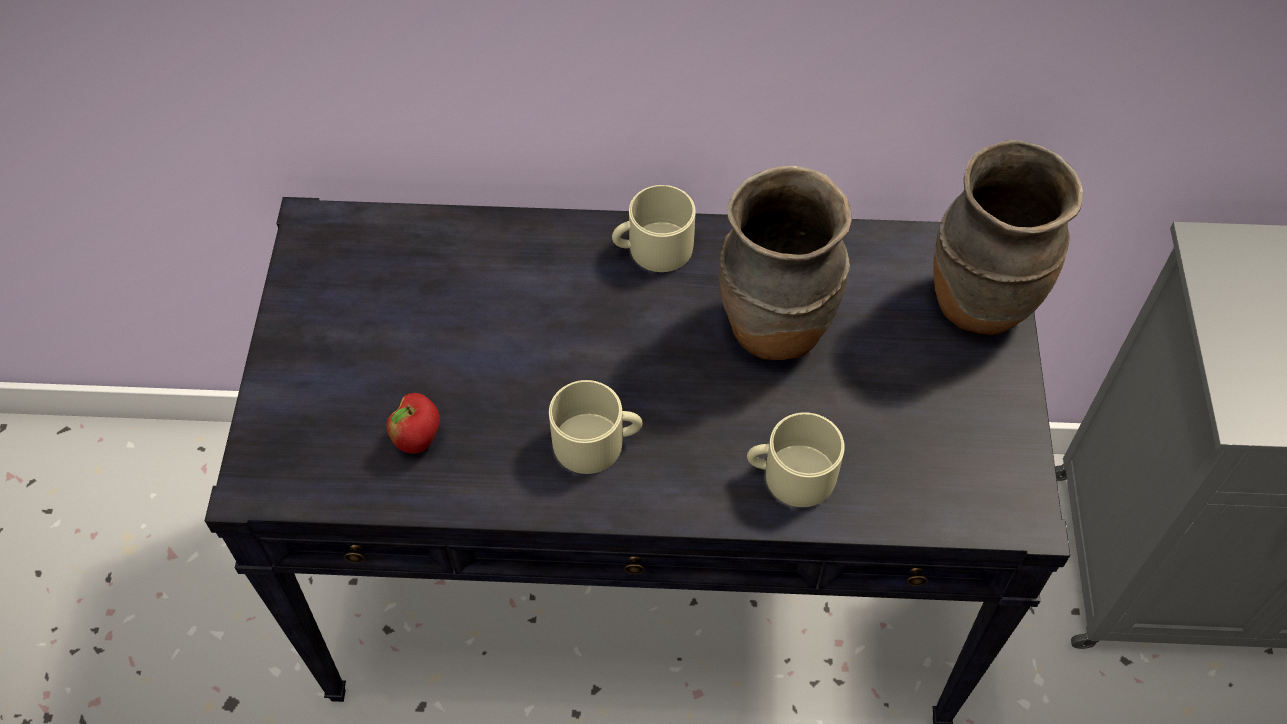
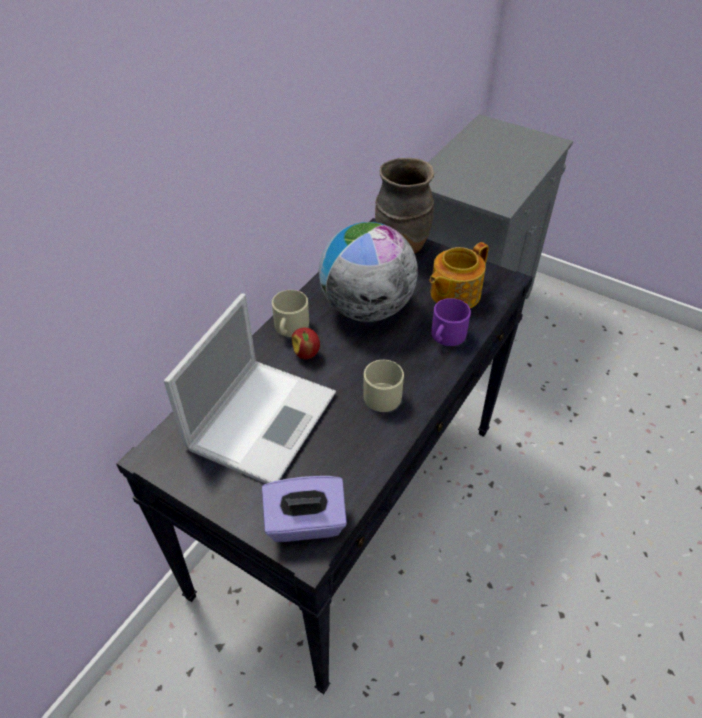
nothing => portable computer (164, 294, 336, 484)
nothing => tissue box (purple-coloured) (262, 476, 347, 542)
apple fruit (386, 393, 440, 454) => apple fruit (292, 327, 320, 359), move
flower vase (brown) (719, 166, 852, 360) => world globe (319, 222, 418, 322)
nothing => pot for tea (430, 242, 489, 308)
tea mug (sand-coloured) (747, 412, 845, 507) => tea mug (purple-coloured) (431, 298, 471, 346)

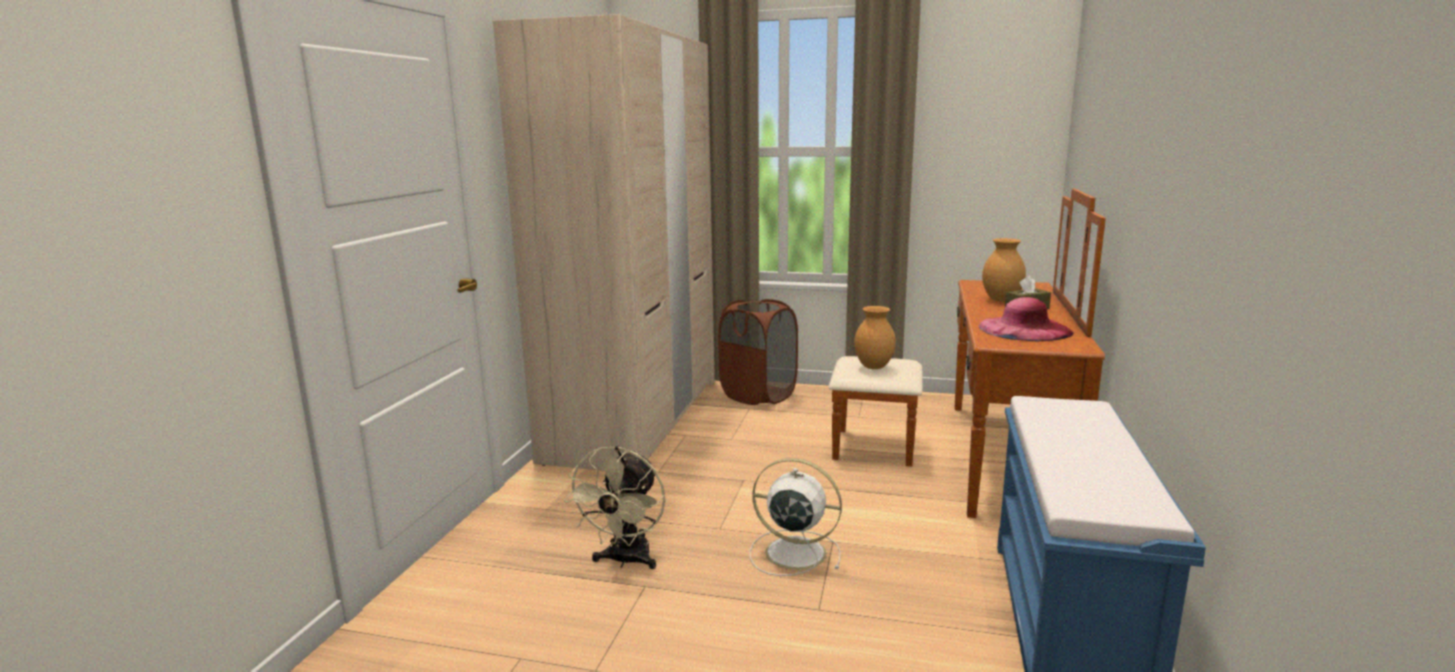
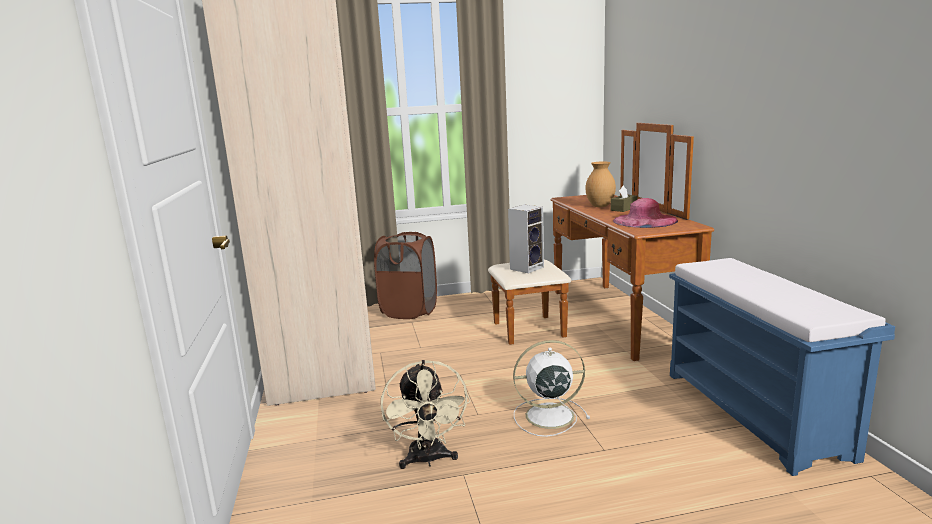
flower vase (brown) (854, 306, 896, 369) => speaker (508, 205, 544, 273)

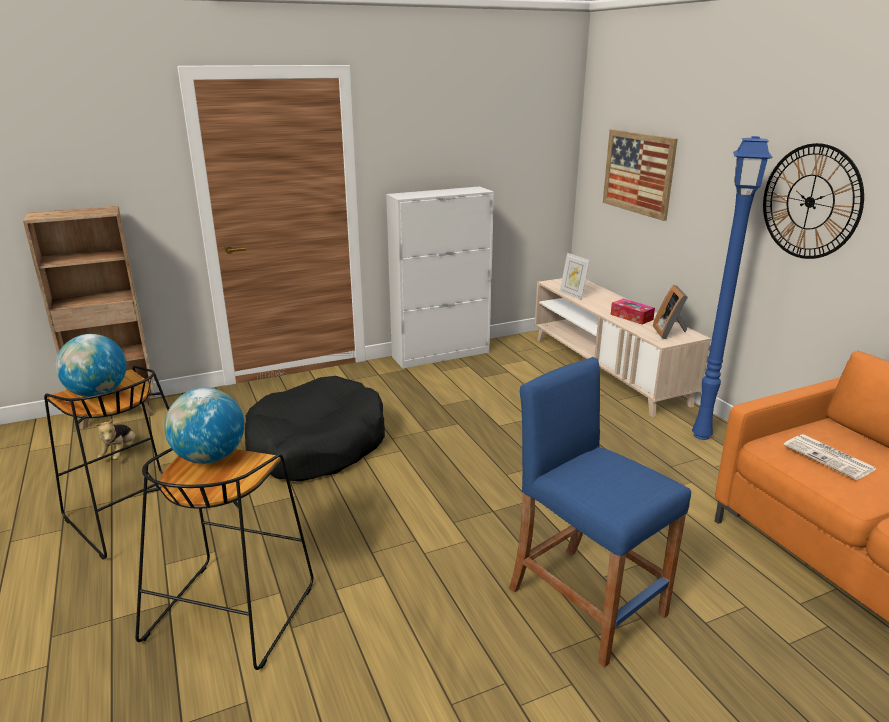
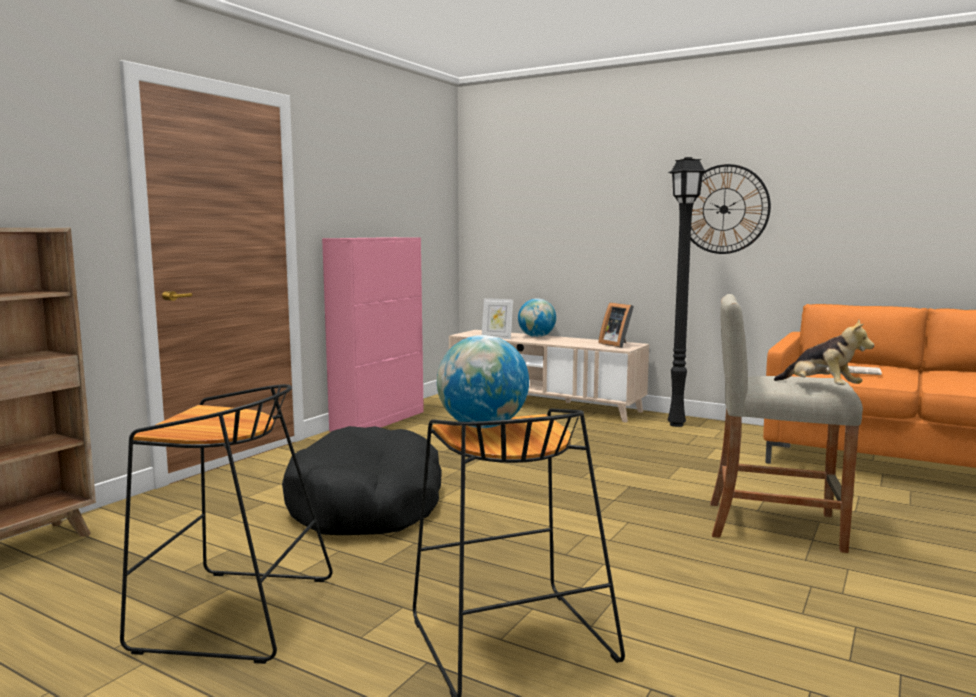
cabinet (whitish) (386, 186, 494, 369) => cabinet (pink-coloured) (322, 237, 424, 432)
world globe (56, 334, 127, 397) => world globe (518, 298, 556, 337), move
standard lamp (blue) (692, 136, 773, 440) => standard lamp (blackish) (668, 157, 707, 427)
stool (blue) (509, 357, 691, 667) => stool (sand-coloured) (710, 294, 863, 553)
cuddly toy (96, 418, 136, 460) => cuddly toy (774, 319, 874, 385), move
wall picture (603, 129, 678, 221) => nothing
tissue box (611, 299, 655, 324) => nothing

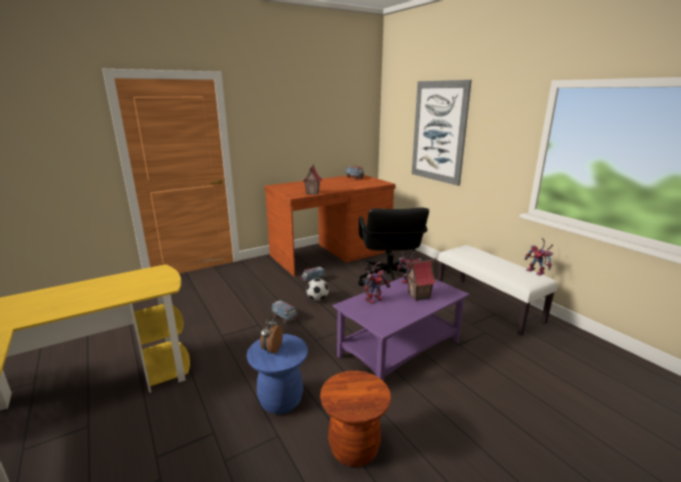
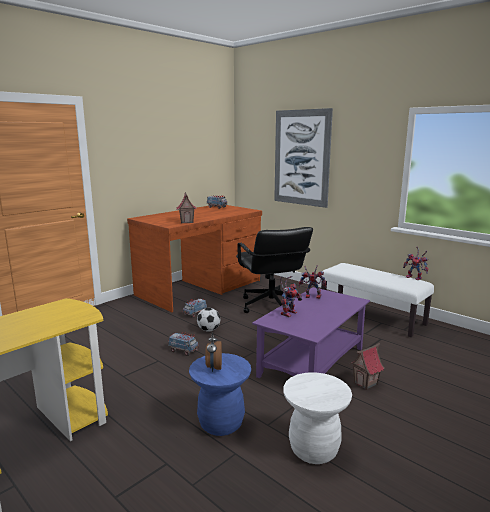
stool (brown) (320, 371, 391, 467) => stool (whitish) (283, 372, 352, 464)
miniature house (405, 258, 436, 301) => miniature house (350, 343, 384, 390), move

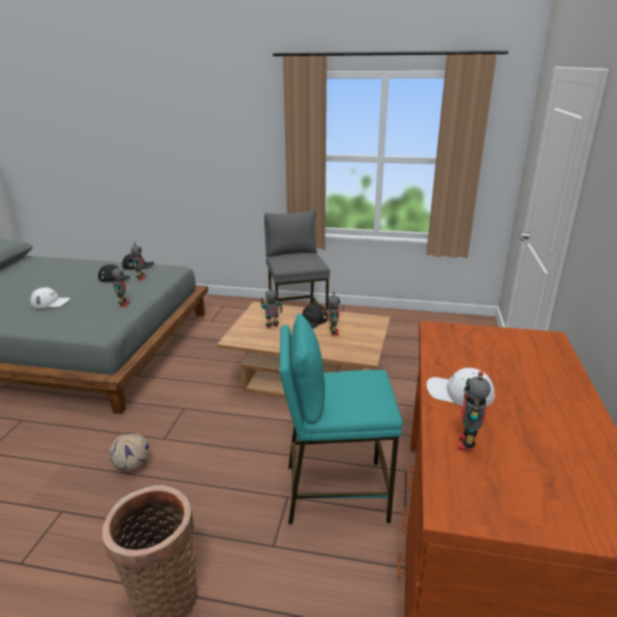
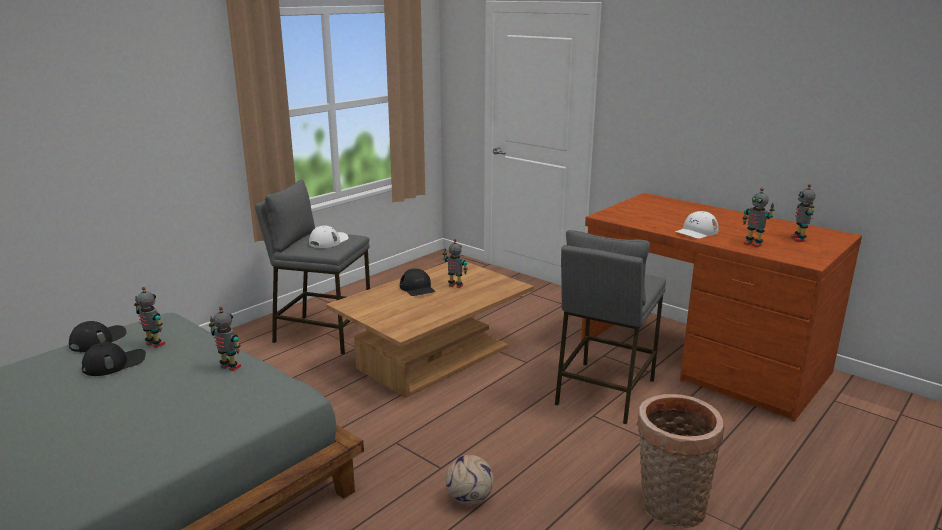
peaked cap (whitish) (30, 288, 70, 308) => peaked cap (whitish) (309, 225, 349, 248), move
stool (turquoise-coloured) (279, 314, 403, 525) => stool (greyish) (555, 230, 666, 424)
toy robot (260, 286, 283, 329) => toy robot (791, 184, 816, 242), move

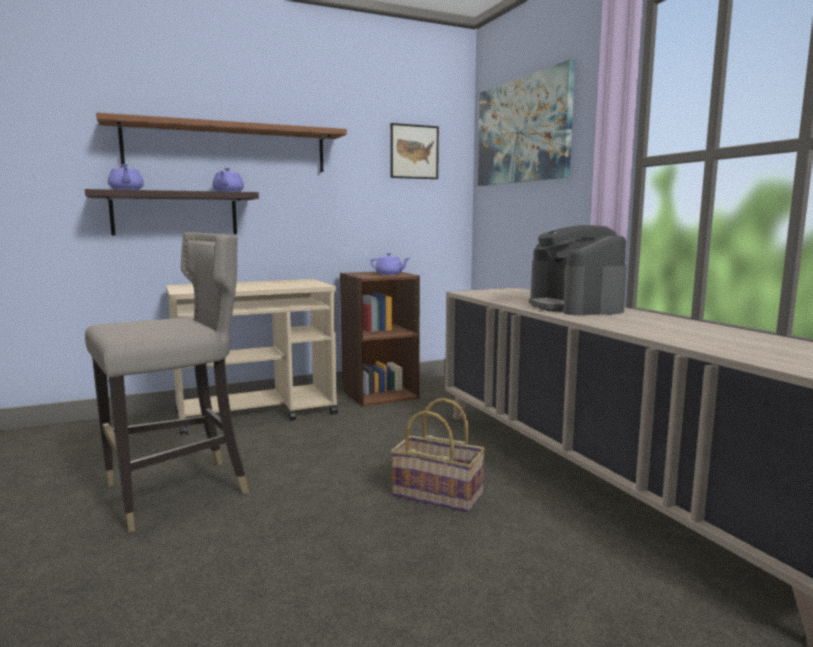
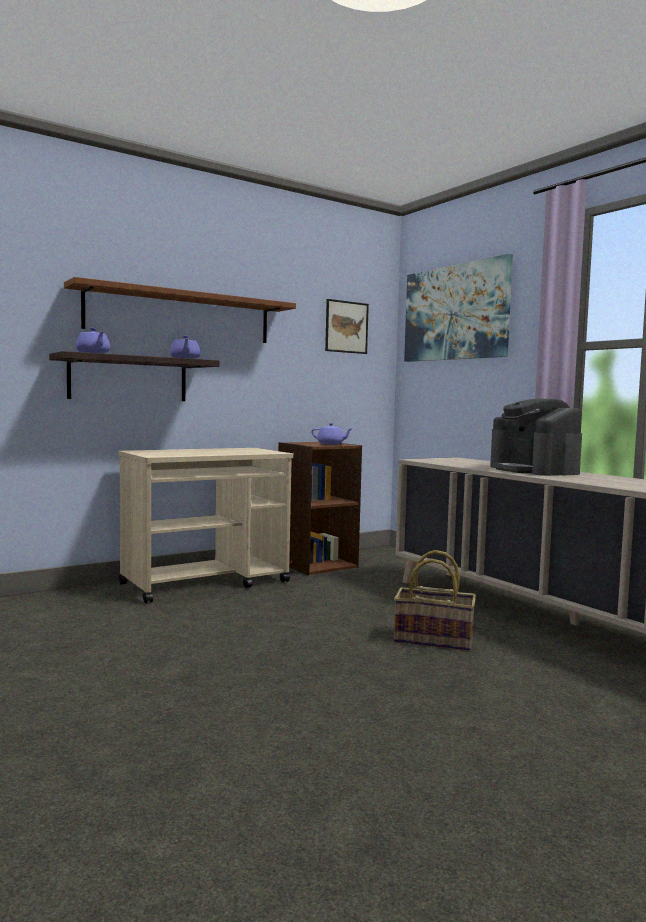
stool (greyish) (85, 232, 249, 533) => nothing

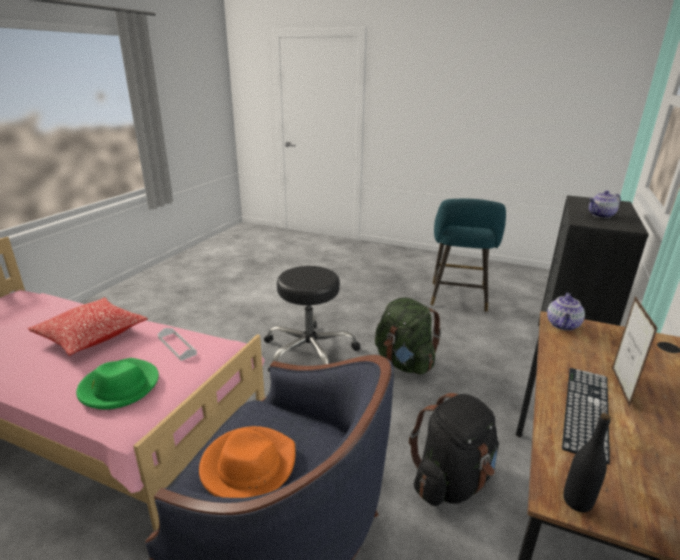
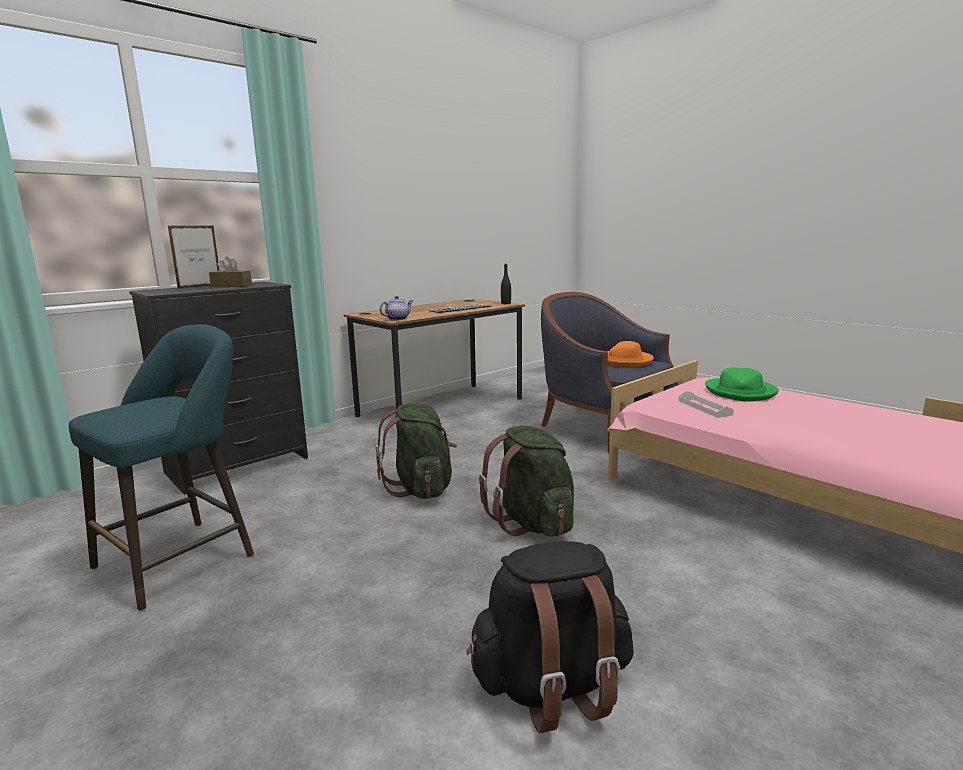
standing frame (612, 296, 658, 407) => standing frame (168, 225, 220, 289), move
pot for tea (589, 191, 621, 218) => tissue box (brown) (209, 257, 252, 287)
knapsack (blackish) (409, 393, 499, 506) => knapsack (blackish) (466, 541, 634, 733), move
stool (blackish) (264, 266, 361, 372) => knapsack (greenish) (479, 426, 574, 537)
pillow (28, 298, 148, 356) => nothing

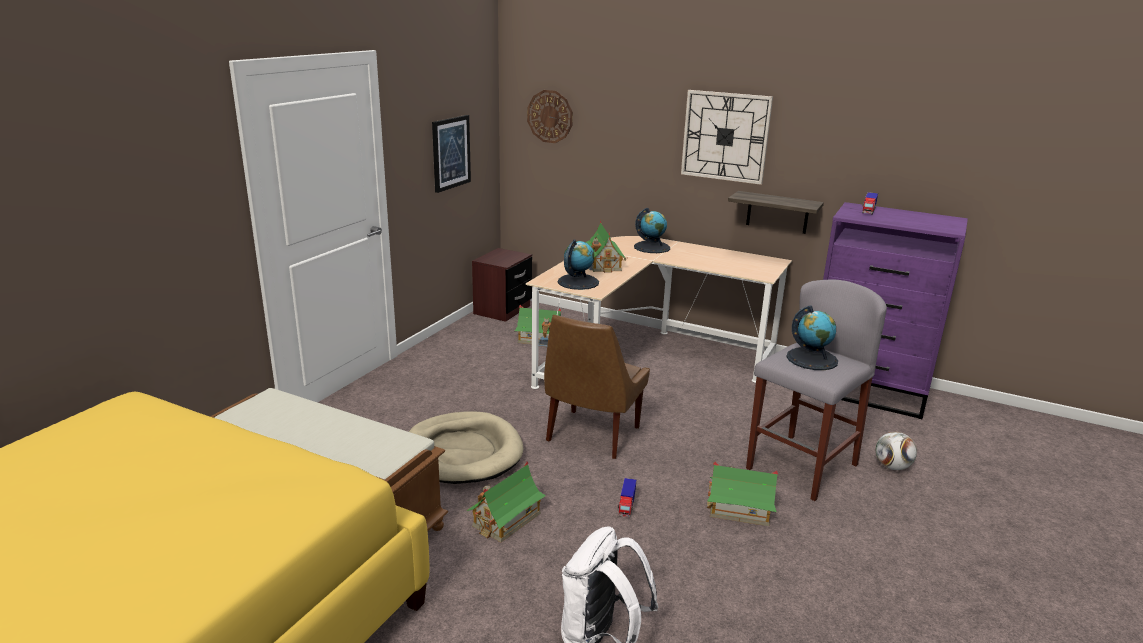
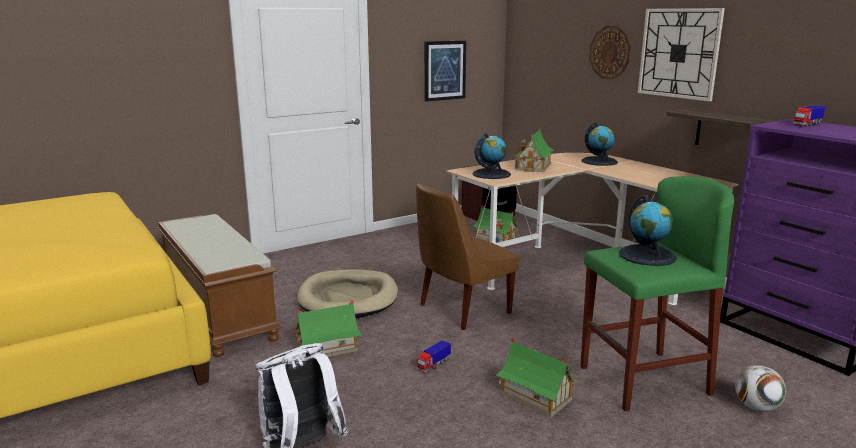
stool (greyish) (746, 280, 887, 501) => stool (greenish) (580, 176, 734, 412)
wall clock (527, 90, 573, 143) => wall clock (589, 26, 631, 79), move

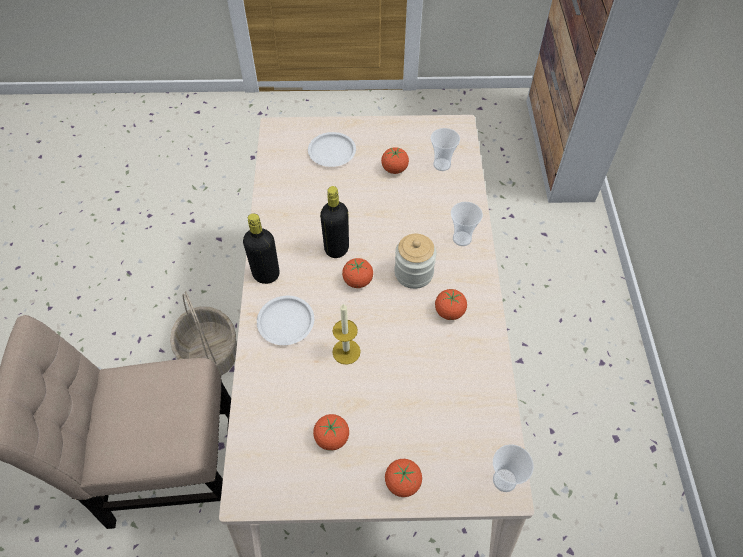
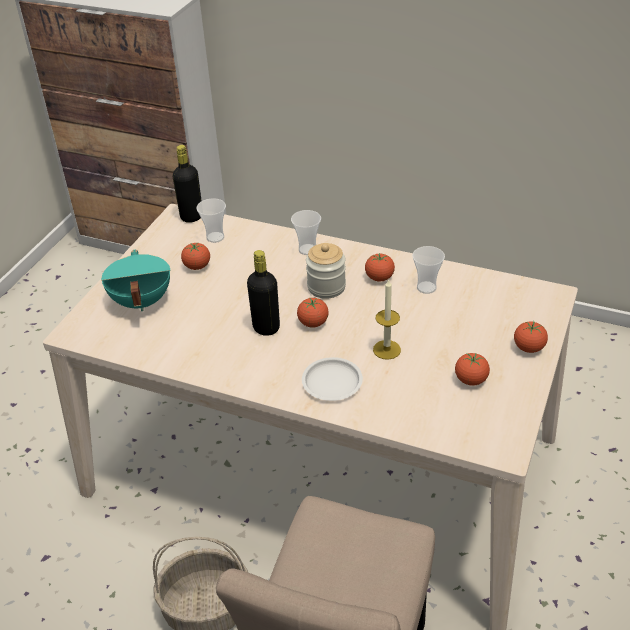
dinner plate (whitish) (308, 132, 356, 167) => stockpot (turquoise-coloured) (101, 250, 171, 311)
beverage bottle (blackish) (243, 213, 280, 284) => beverage bottle (blackish) (173, 145, 201, 223), move
cup (493, 444, 534, 492) => cup (412, 246, 445, 294), move

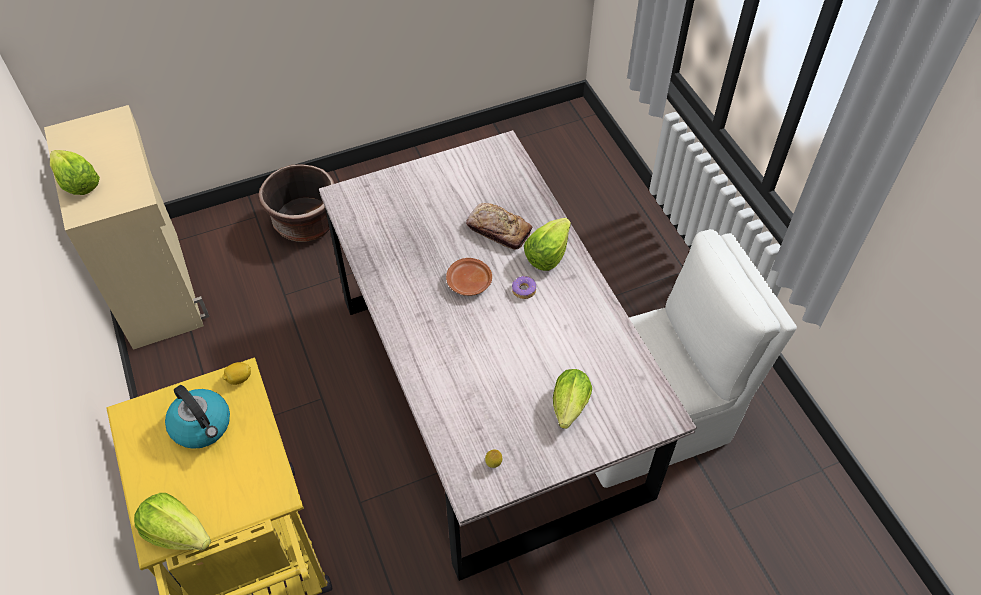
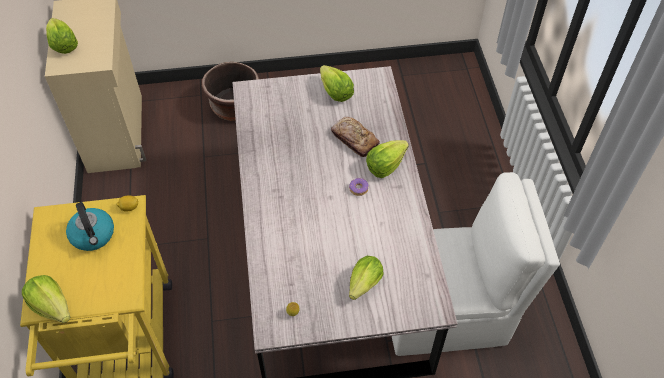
nothing => head of lettuce (320, 65, 354, 102)
dinner plate (brown) (446, 258, 492, 296) => nothing

